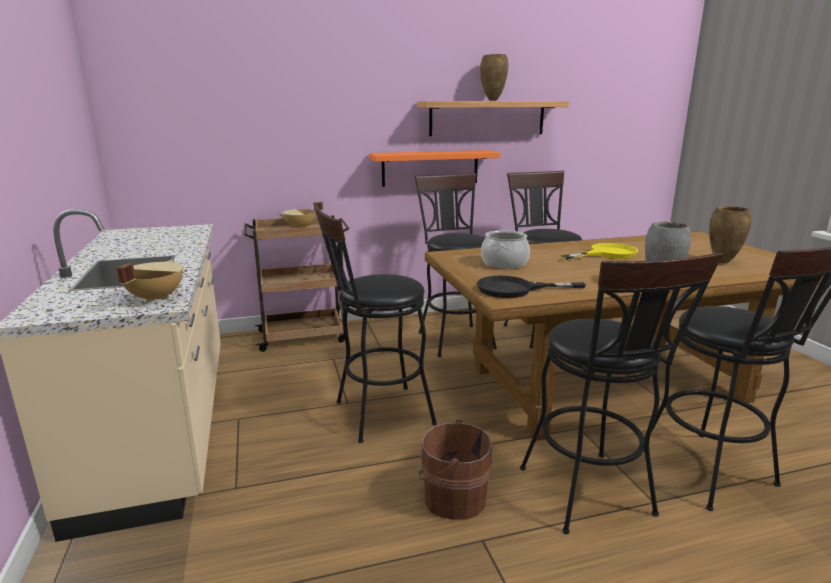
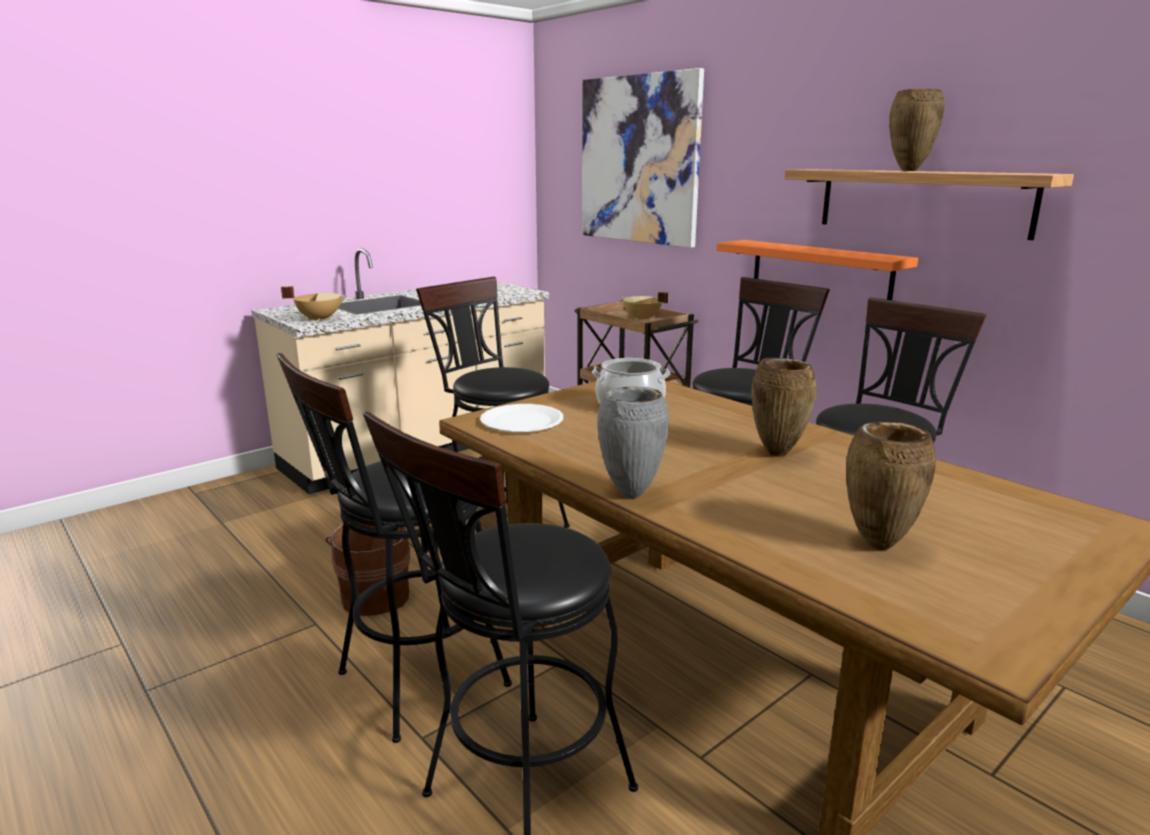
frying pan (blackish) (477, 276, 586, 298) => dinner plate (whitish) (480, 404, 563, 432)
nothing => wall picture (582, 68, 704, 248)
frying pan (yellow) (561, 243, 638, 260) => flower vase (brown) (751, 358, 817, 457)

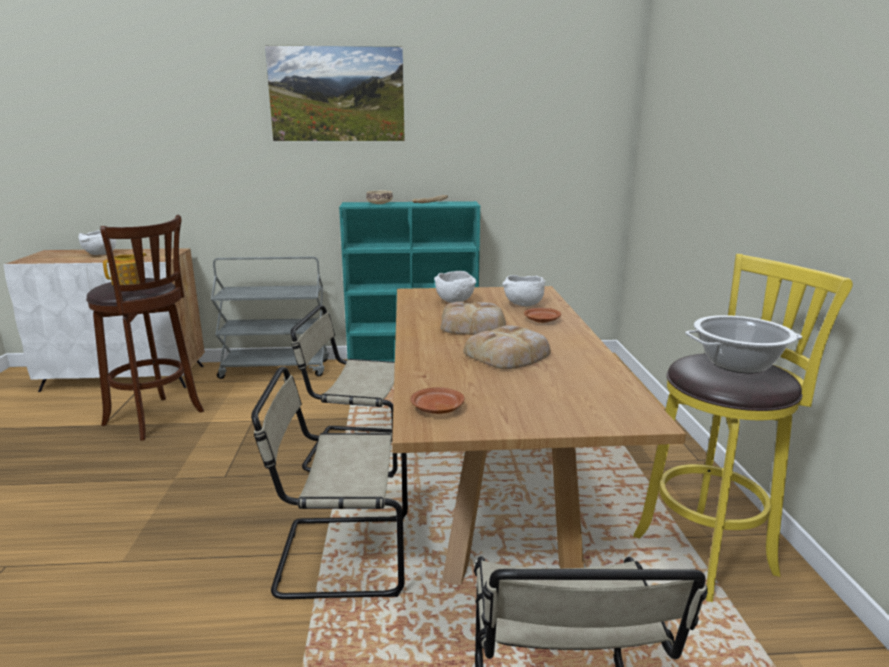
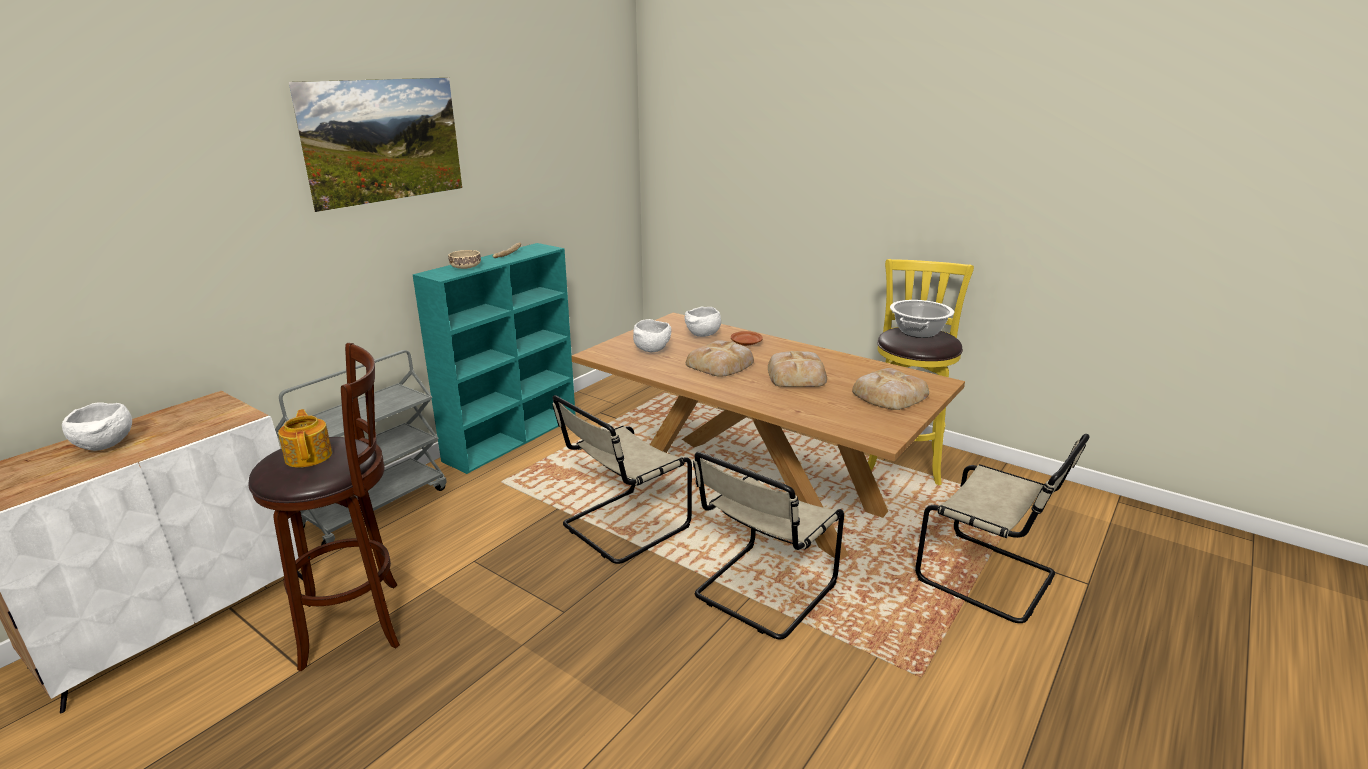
nothing => bakery bread (852, 368, 929, 410)
dinner plate (brown) (410, 387, 464, 414) => nothing

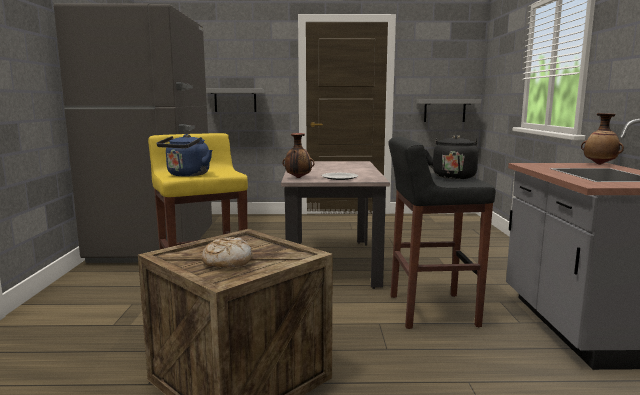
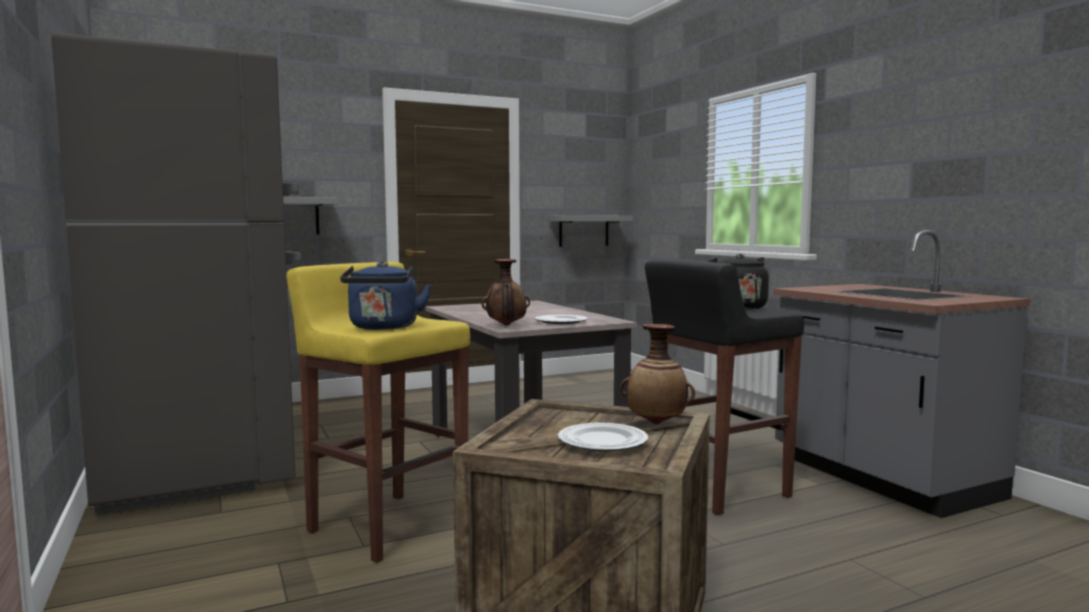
bakery bread (202, 237, 253, 267) => dinner plate (558, 422, 648, 451)
flower vase (581, 113, 624, 165) => flower vase (620, 324, 695, 424), move

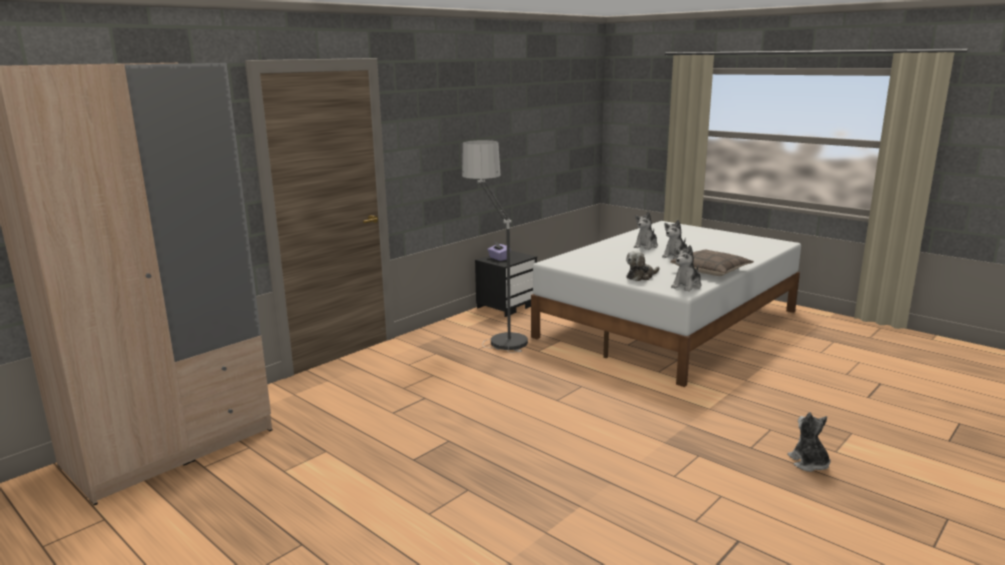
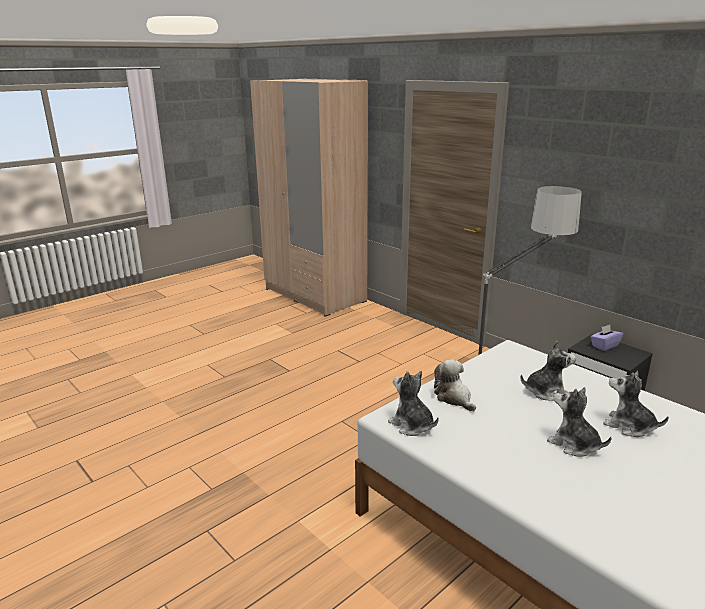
cuddly toy (787, 412, 831, 472) => cuddly toy (520, 341, 576, 401), move
pillow (671, 250, 754, 276) => nothing

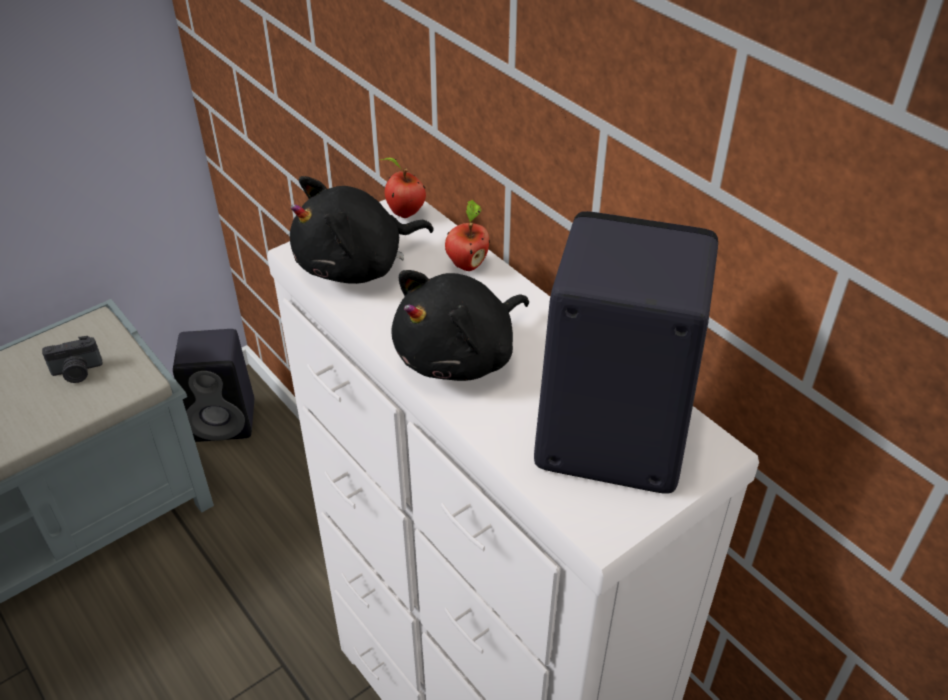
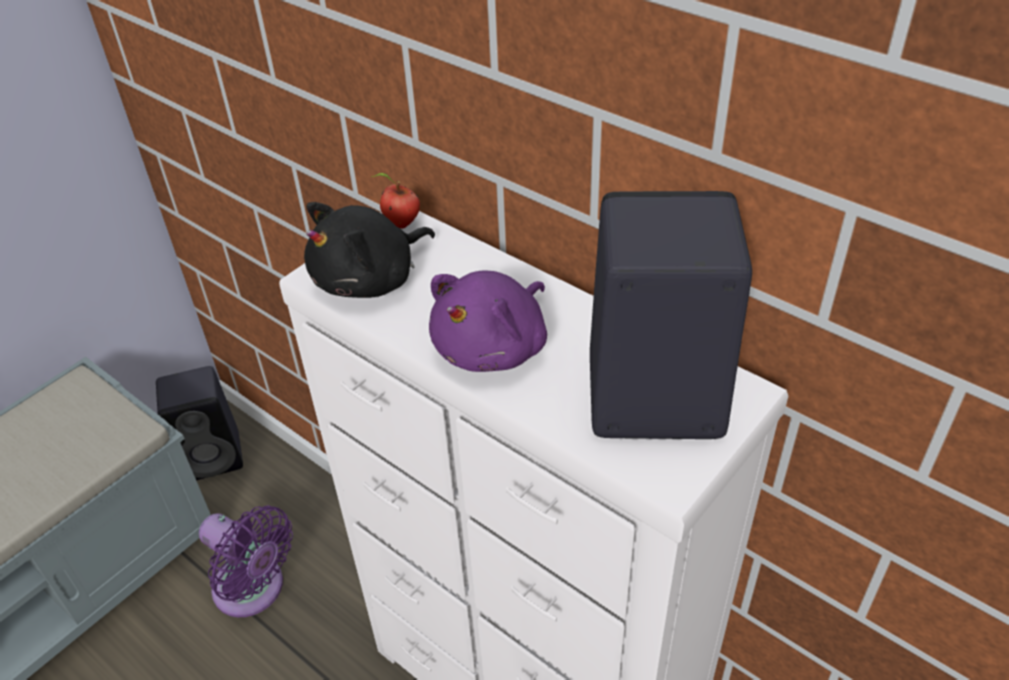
nothing => fan (purple-coloured) (199, 506, 293, 617)
cuddly toy (blackish) (391, 270, 529, 381) => cuddly toy (purple-coloured) (429, 271, 547, 372)
photo camera (42, 336, 103, 383) => nothing
apple fruit (445, 200, 490, 271) => nothing

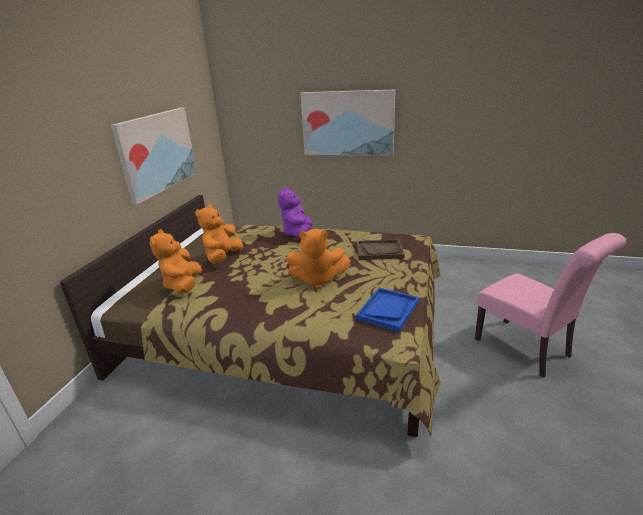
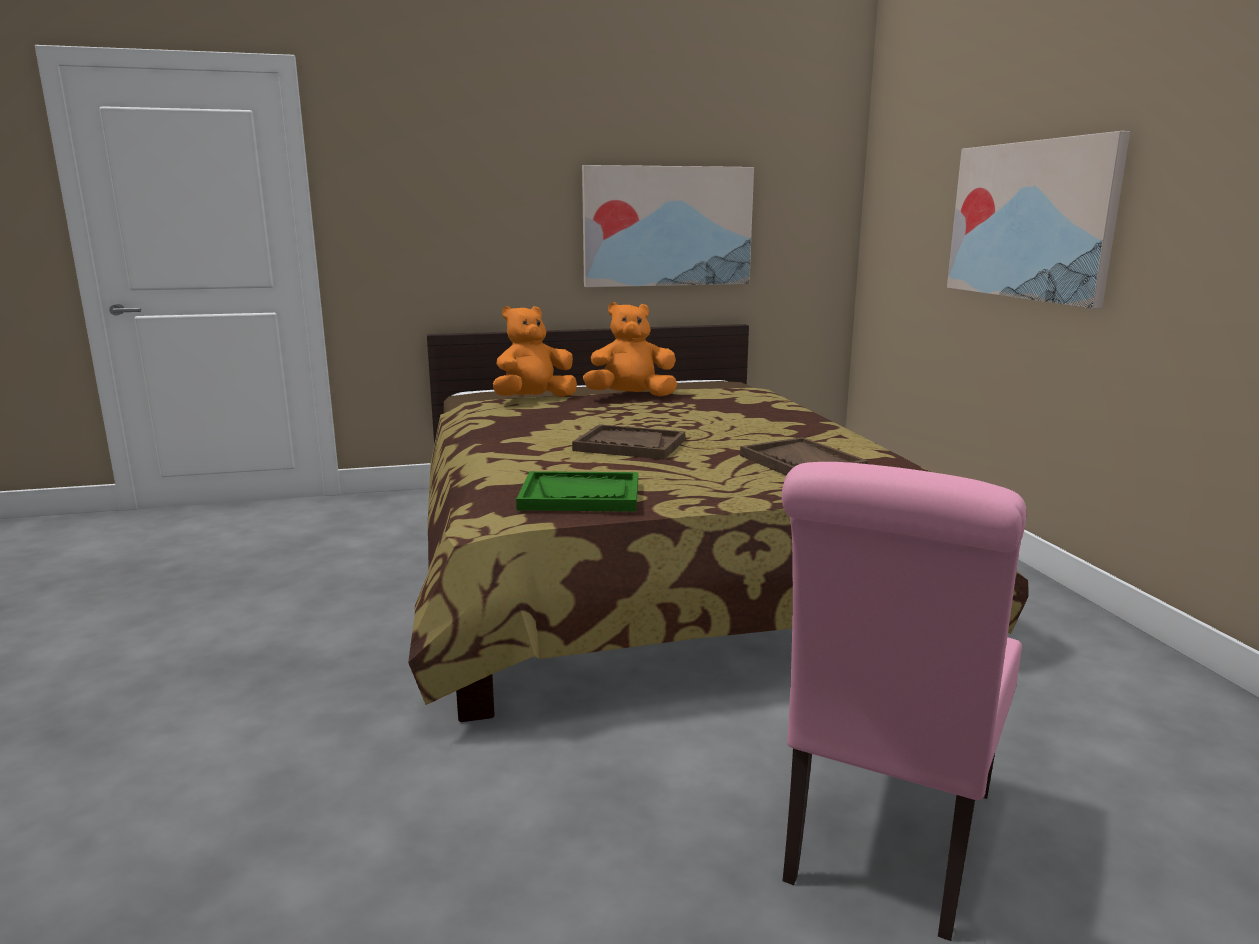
serving tray (blue) (356, 288, 419, 332) => serving tray (greenish) (516, 471, 638, 512)
cuddly toy (orangey) (286, 228, 350, 289) => serving tray (brown) (572, 424, 685, 460)
cuddly toy (purple-coloured) (278, 187, 312, 238) => nothing

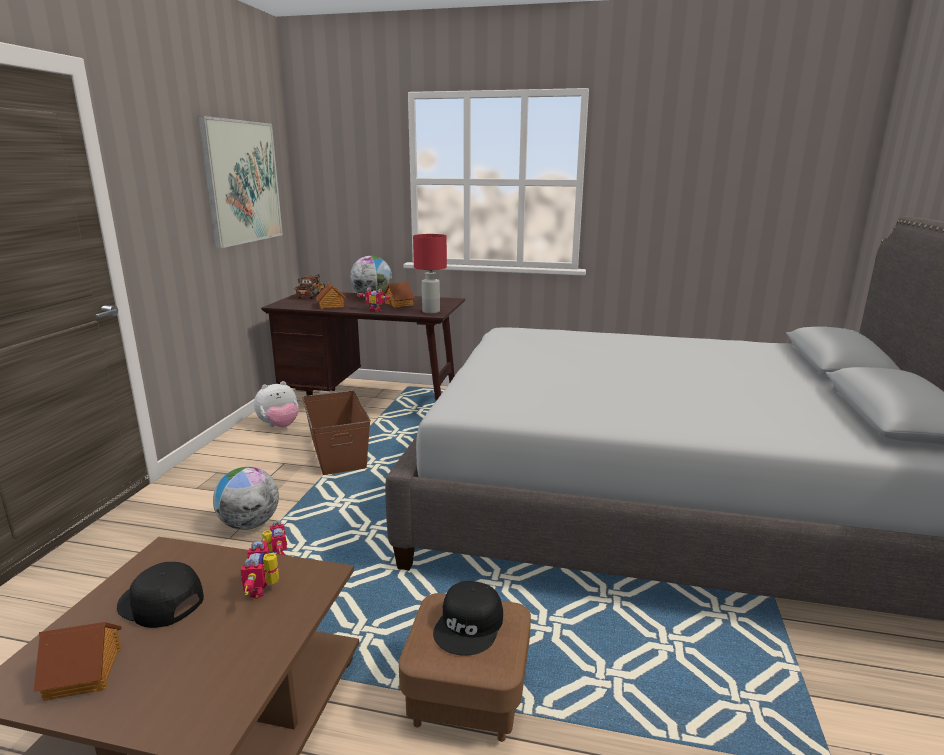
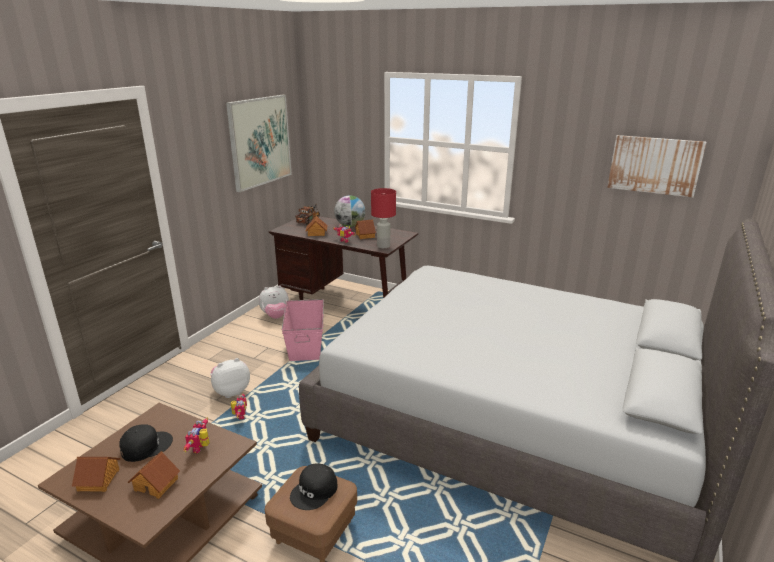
peaked cap (blackish) (117, 562, 204, 628) => peaked cap (blackish) (119, 424, 173, 462), 105 degrees clockwise
nothing => miniature house (128, 451, 180, 499)
world globe (213, 467, 279, 530) => cuddly toy (210, 358, 250, 398)
storage box (brown) (302, 390, 371, 475) => storage box (pink-coloured) (282, 299, 324, 361)
nothing => wall picture (607, 135, 707, 197)

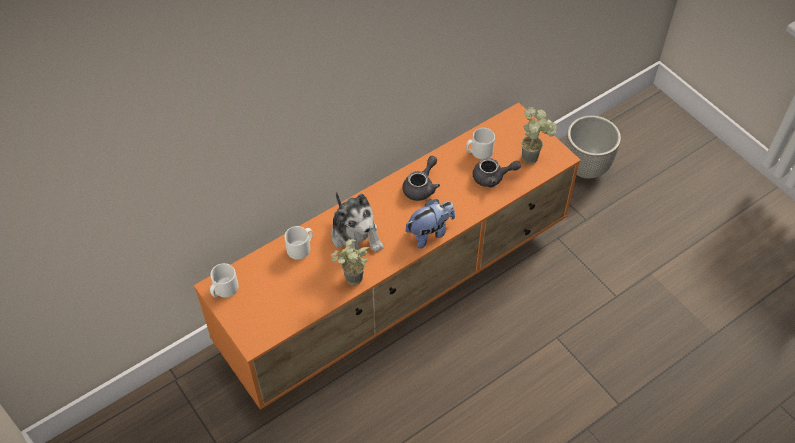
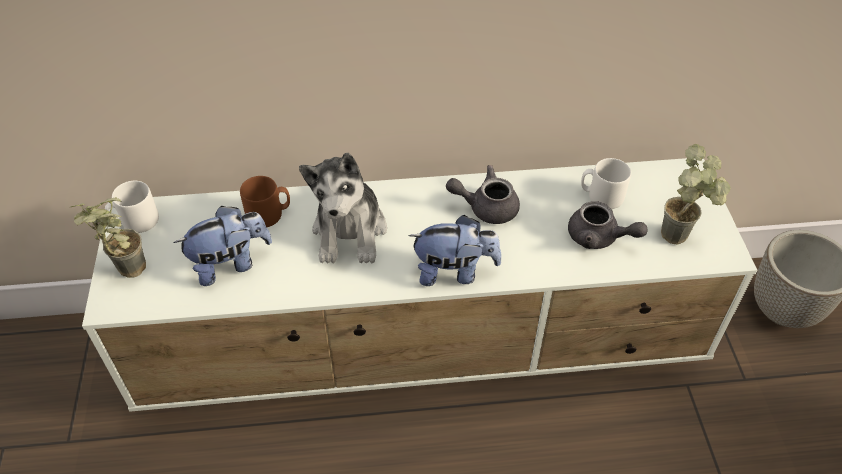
houseplant (331, 239, 369, 285) => houseplant (69, 197, 146, 278), move
tv stand (orangey) (194, 103, 581, 410) => tv stand (whitish) (82, 158, 757, 412)
nothing => cuddly toy (173, 206, 272, 286)
tea mug (whitish) (285, 226, 313, 260) => tea mug (brown) (240, 176, 290, 227)
pot for tea (greyish) (402, 156, 440, 201) => pot for tea (greyish) (446, 165, 520, 224), 150 degrees counterclockwise

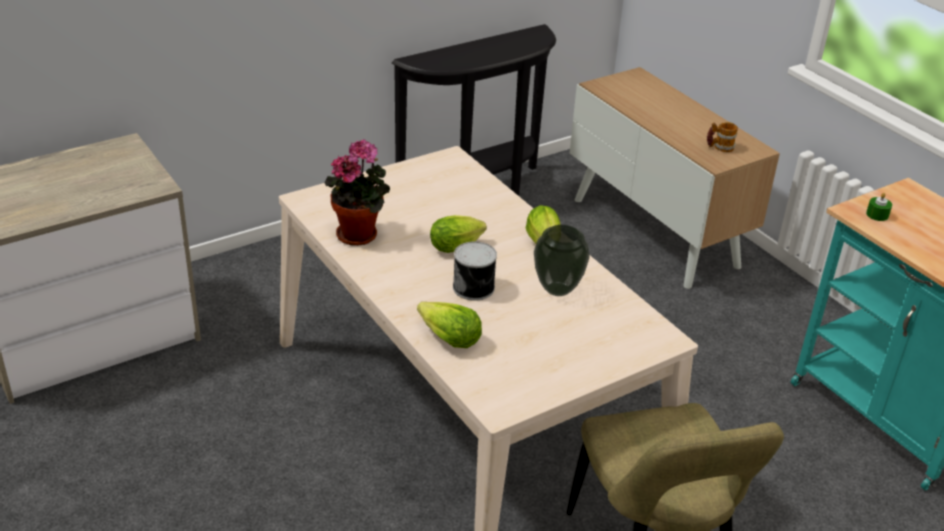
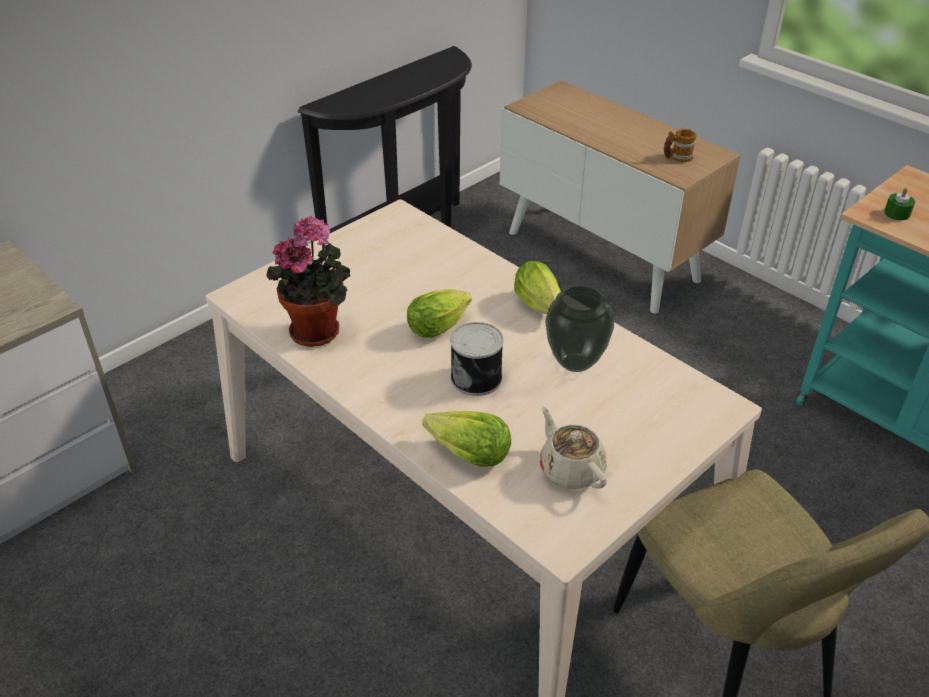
nothing => pot for tea (sand-coloured) (540, 407, 607, 489)

